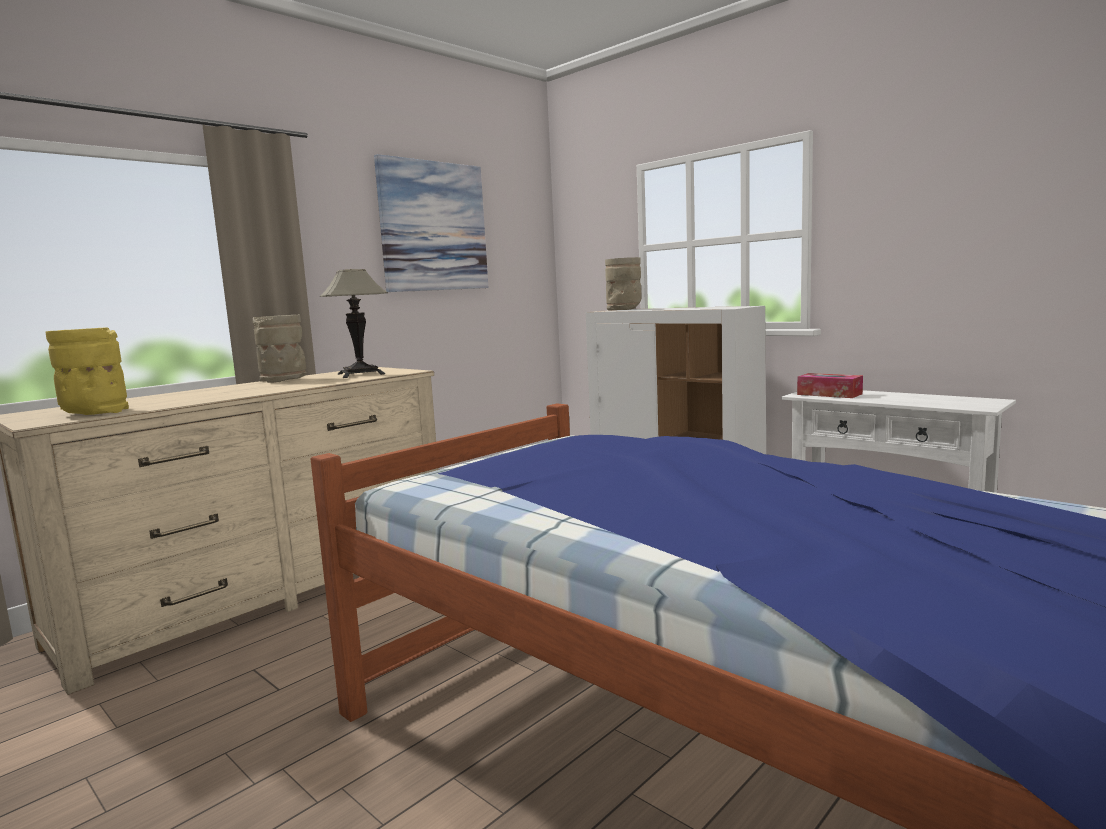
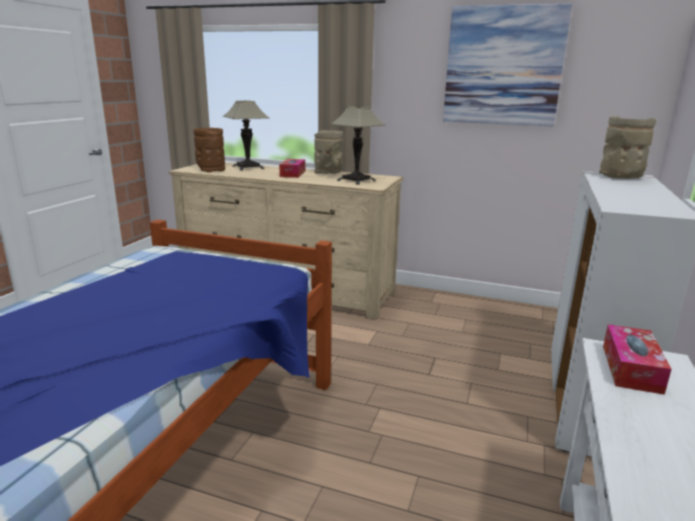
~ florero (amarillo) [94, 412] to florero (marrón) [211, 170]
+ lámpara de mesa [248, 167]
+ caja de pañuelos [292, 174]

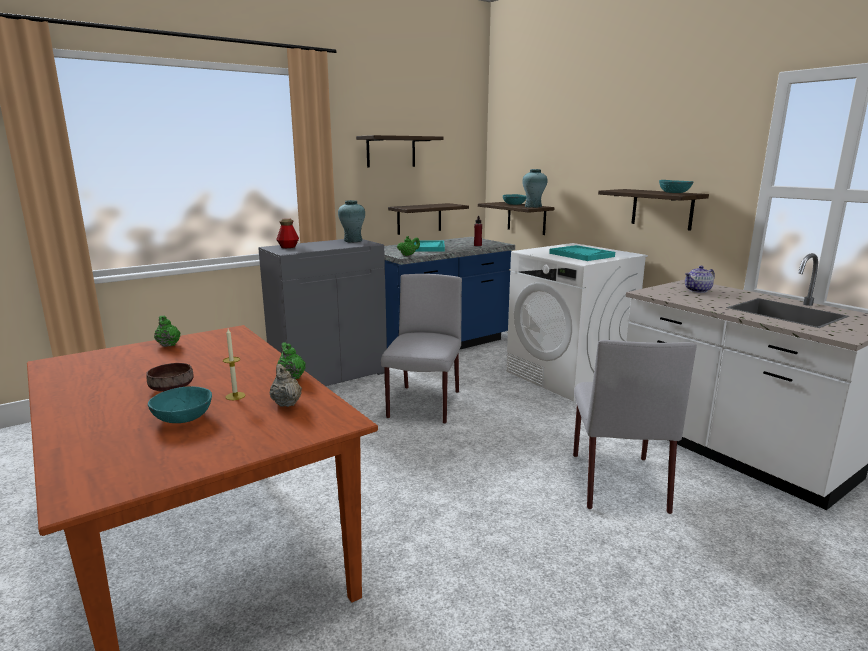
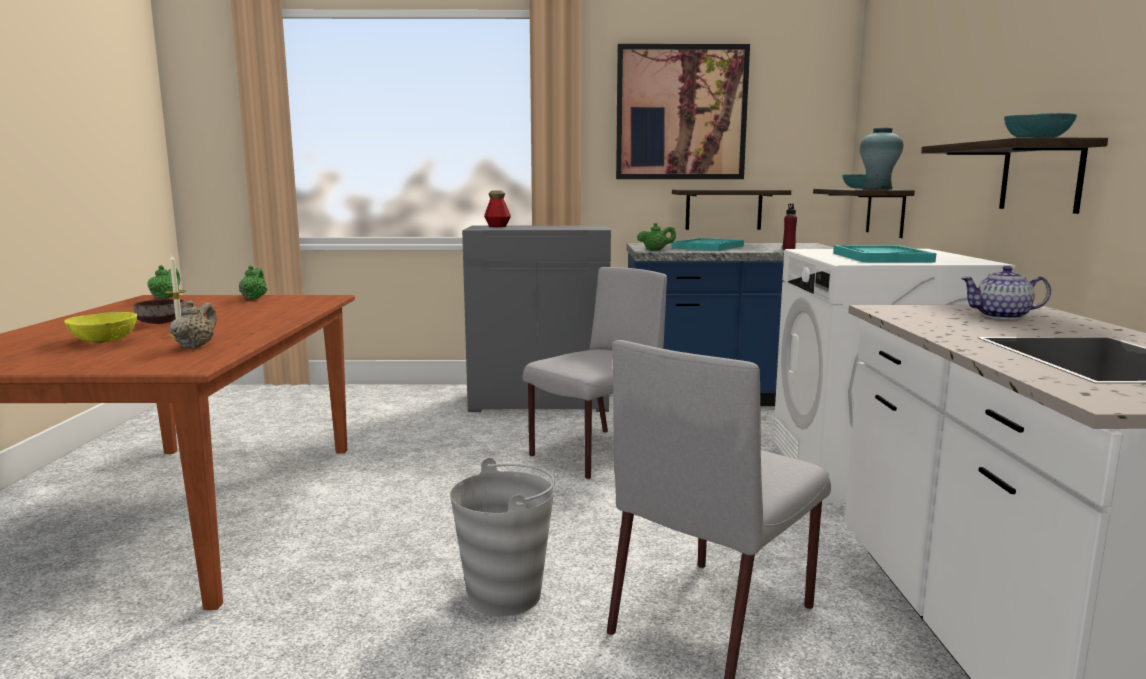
~ cuenco (turquesa) [182, 417] to cuenco (amarillo) [105, 340]
~ tetera (verde) [291, 377] to [165, 298]
+ cubo (gris) [505, 595]
~ estante [391, 152] to cuadro [681, 113]
- florero (turquesa) [353, 241]

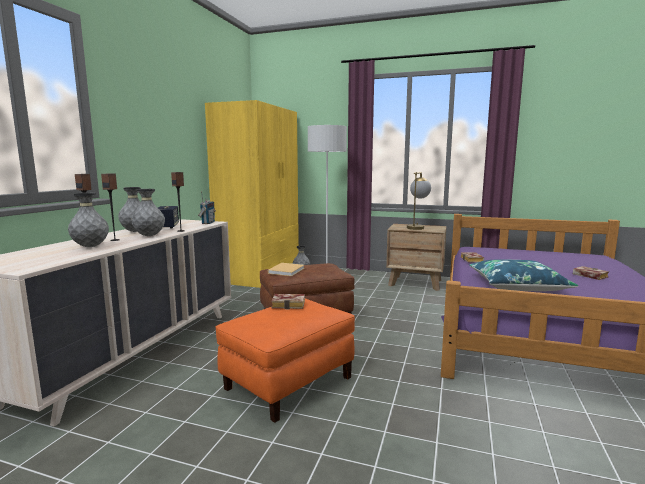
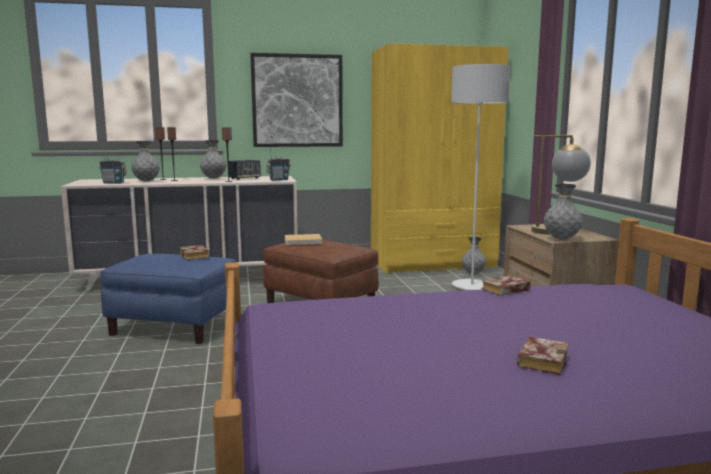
+ radio [113, 183]
~ puf (naranja) [288, 382] to puf (azul) [175, 326]
+ cuadro [297, 101]
~ florero (gris) [149, 236] to [561, 239]
- cojín (azul) [517, 286]

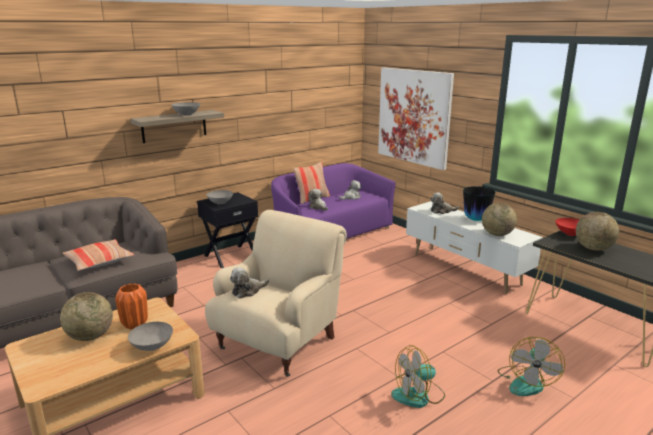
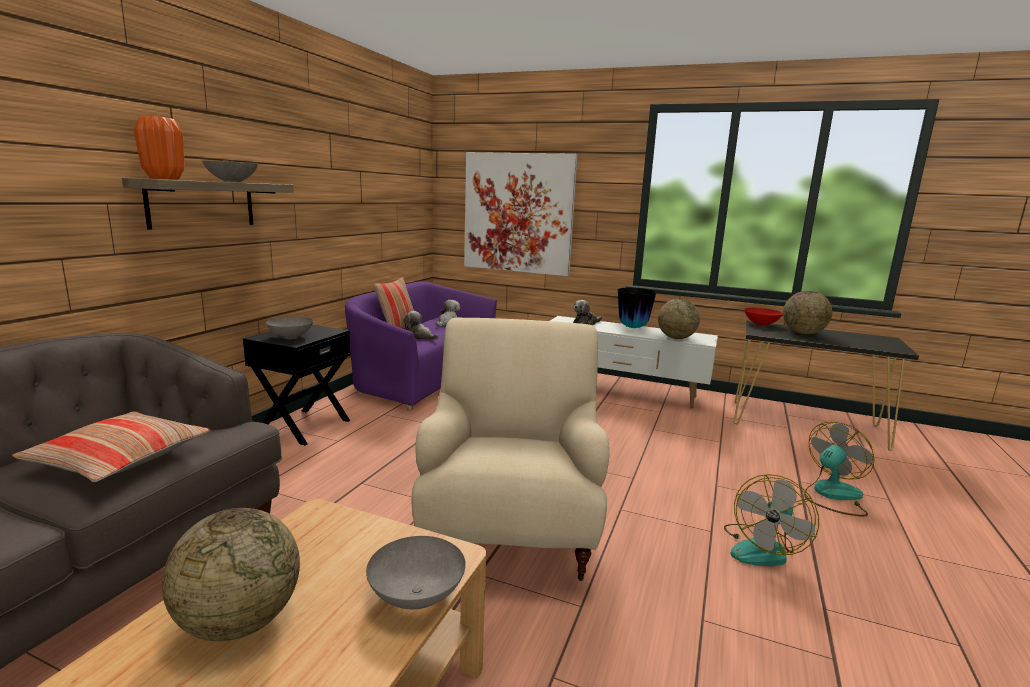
~ florero (naranja) [135, 325] to [165, 179]
~ ventilador [526, 382] = [832, 495] 120 degrees counterclockwise
- peluche [248, 291]

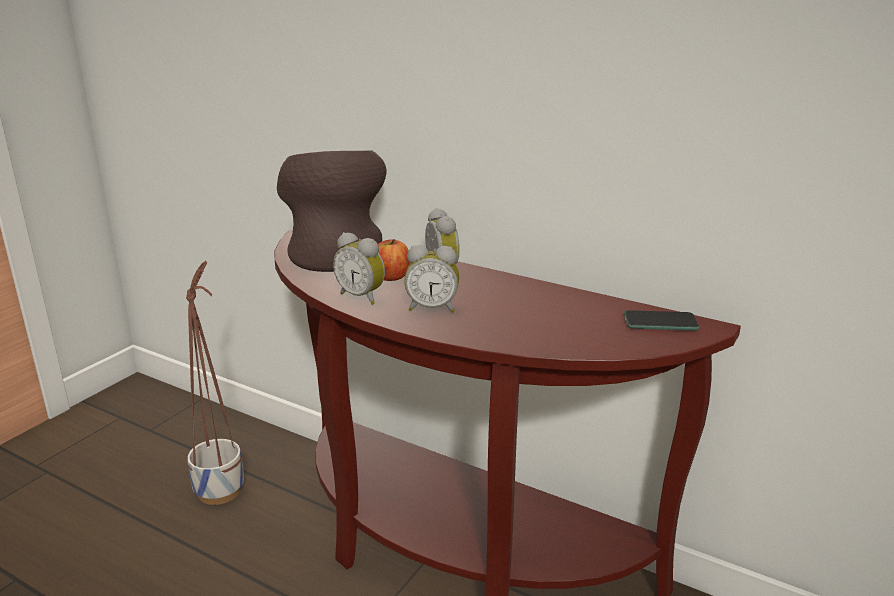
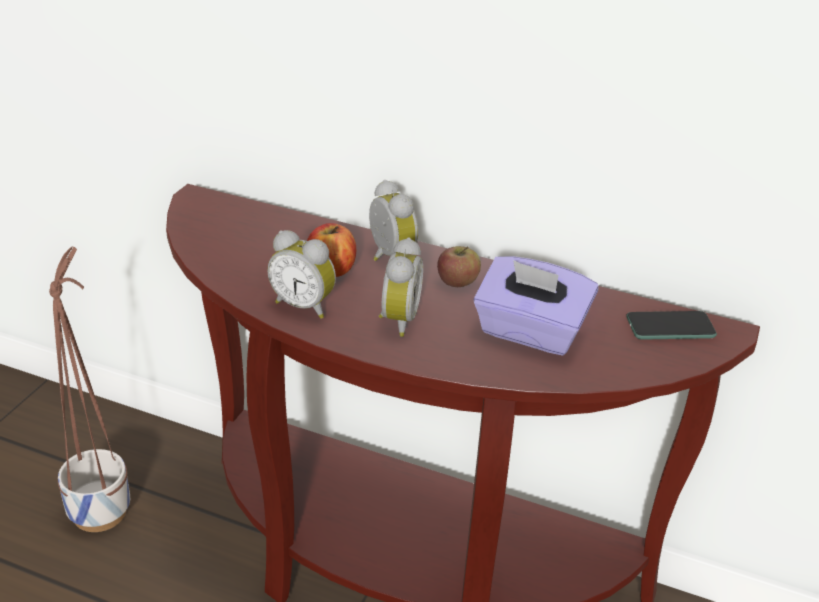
~ despertador [432, 308] = [397, 320] 75 degrees counterclockwise
+ manzana [457, 281]
+ caja de pañuelos (morado) [530, 332]
- florero (marrón) [334, 253]

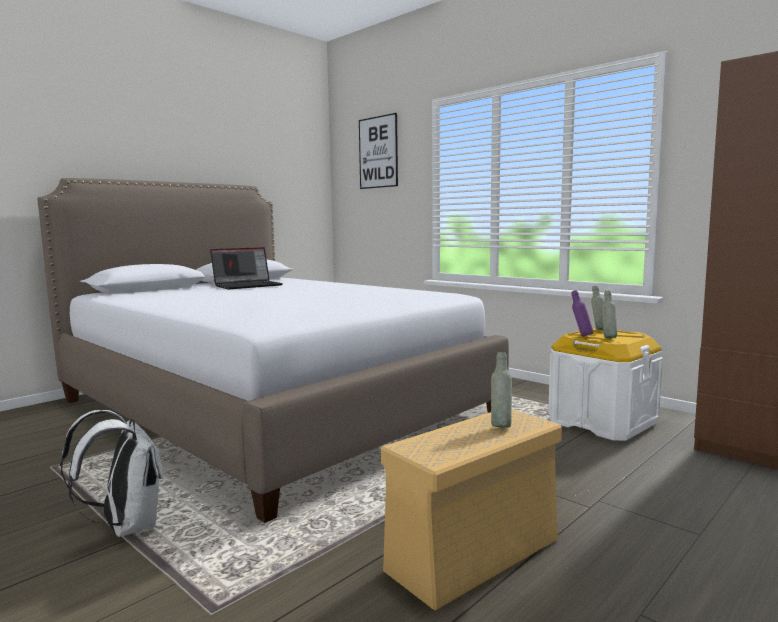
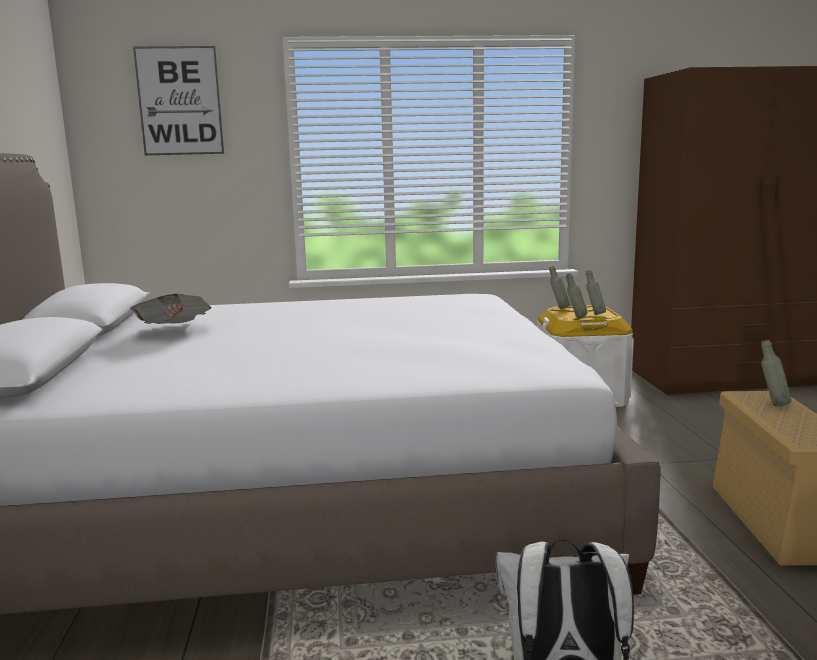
~ portátil [248, 285] to periódico [174, 331]
~ botella (morado) [581, 336] to botella (gris) [575, 317]

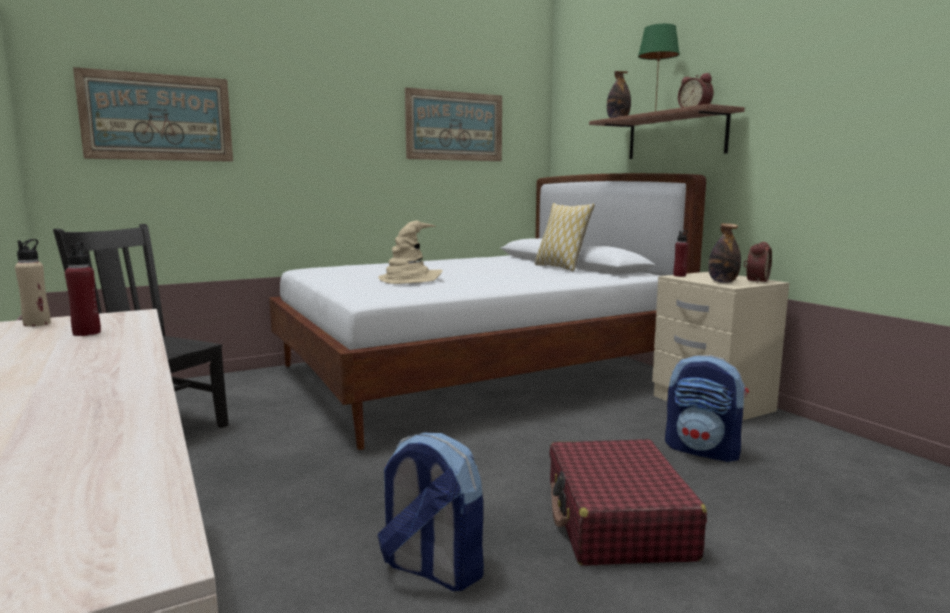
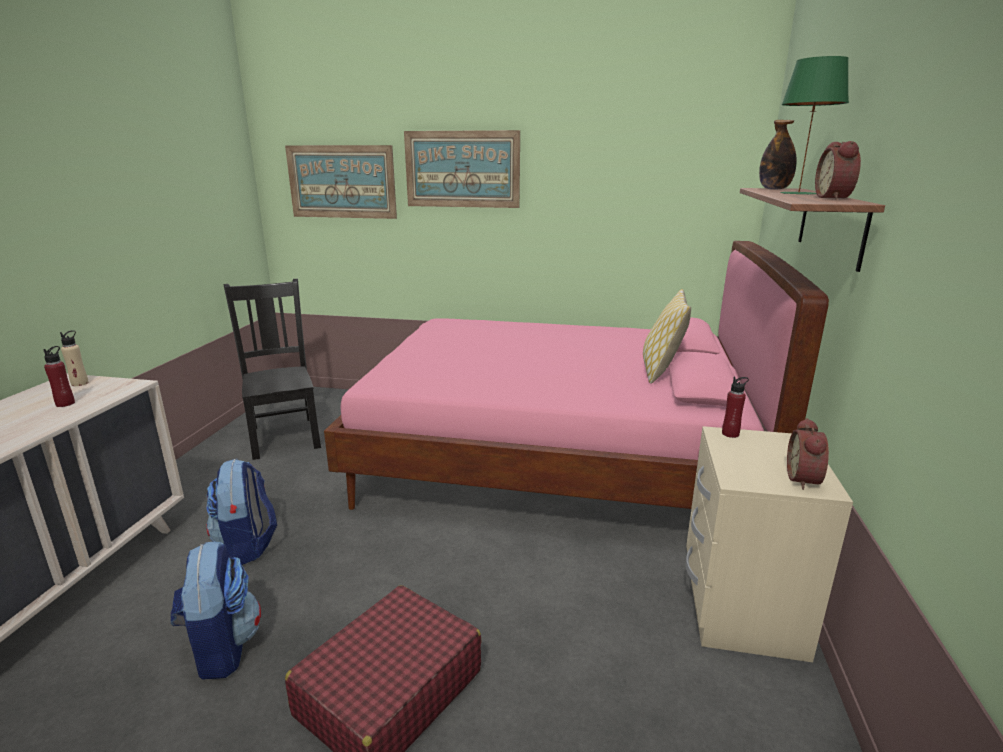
~ mochila [703, 450] to [247, 546]
~ cama (blanco) [475, 374] to cama (rosa) [556, 459]
~ cuadro [455, 126] to [462, 169]
~ despertador [755, 280] = [805, 480] 120 degrees clockwise
- sombrero (beis) [410, 279]
- botella [723, 282]

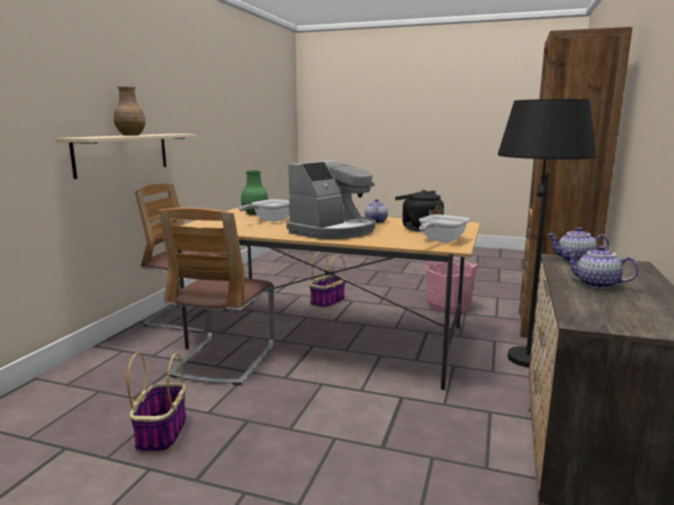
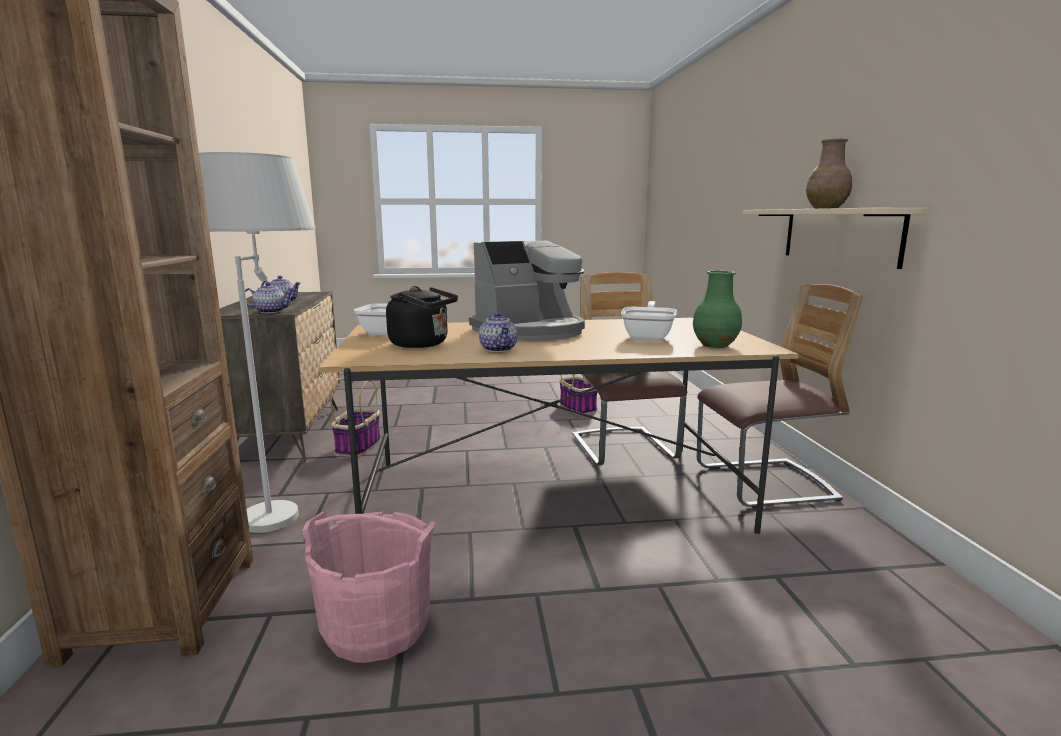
~ lámpara de pie (negro) [524, 368] to lámpara de pie (blanco) [284, 504]
~ cesta [327, 302] to [358, 446]
~ cafetera [333, 231] = [530, 331] 135 degrees counterclockwise

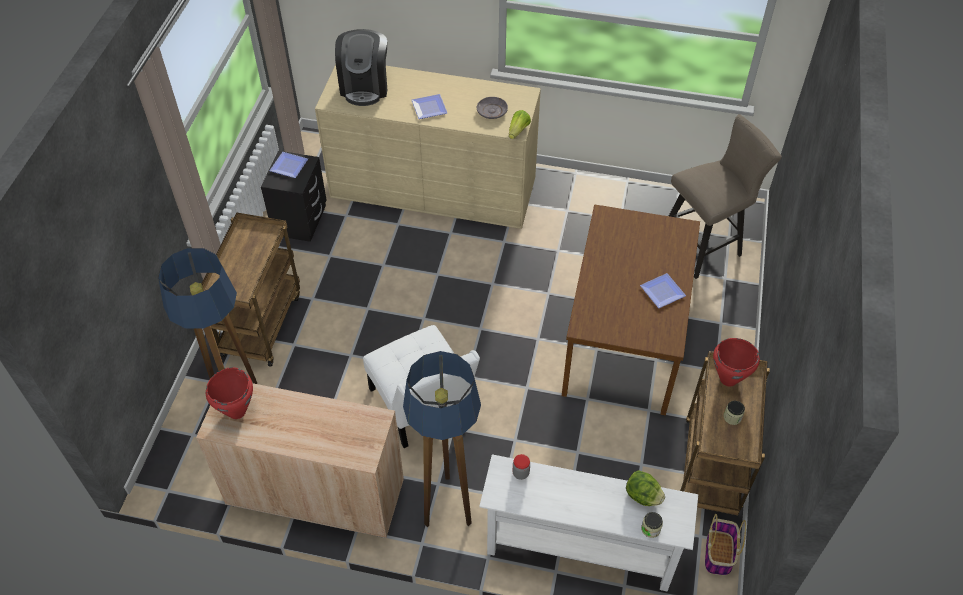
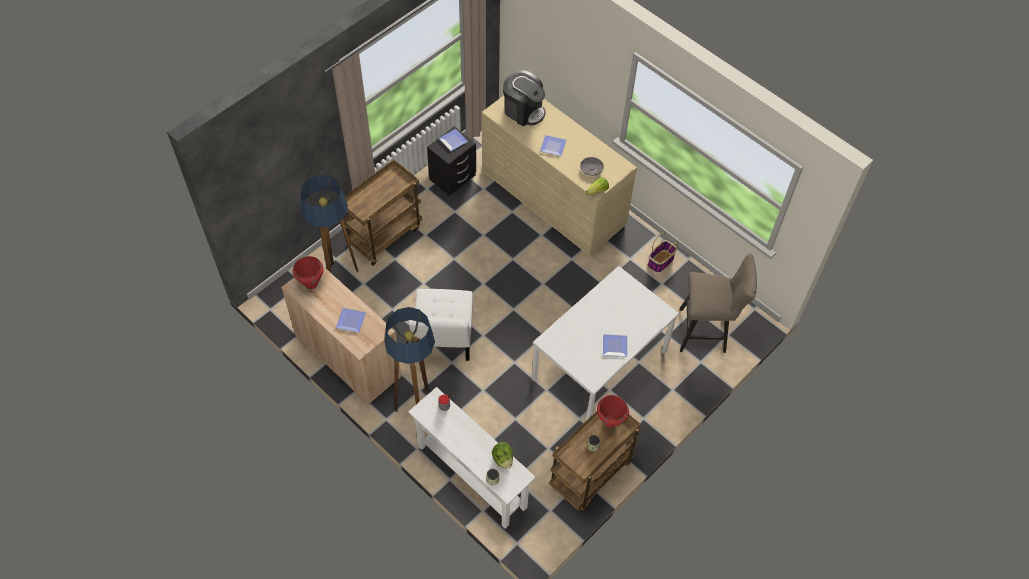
+ plato [350, 320]
~ cafetera [365, 86] = [523, 111] 90 degrees counterclockwise
~ mesa de comedor (marrón) [623, 338] to mesa de comedor (blanco) [599, 364]
~ cesta [719, 554] to [660, 262]

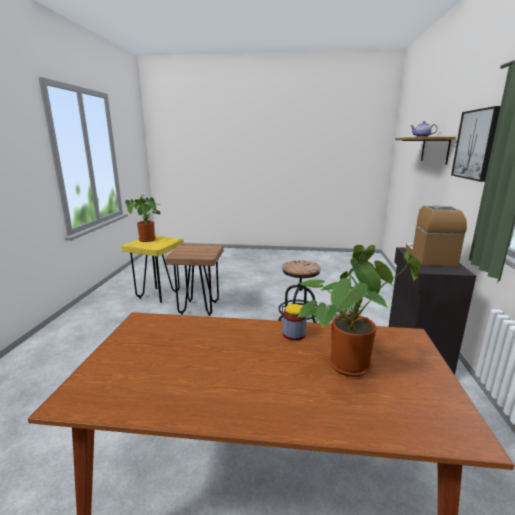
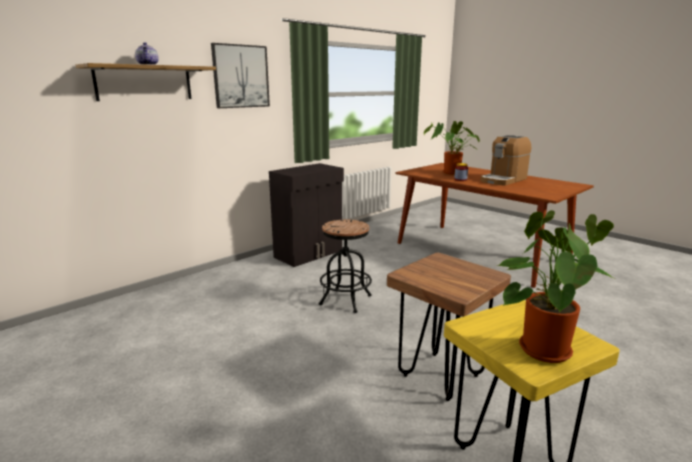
~ cafetera [429, 257] to [503, 180]

